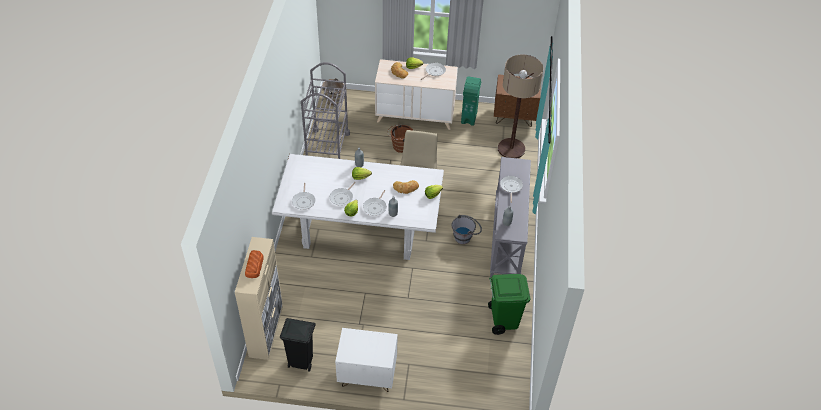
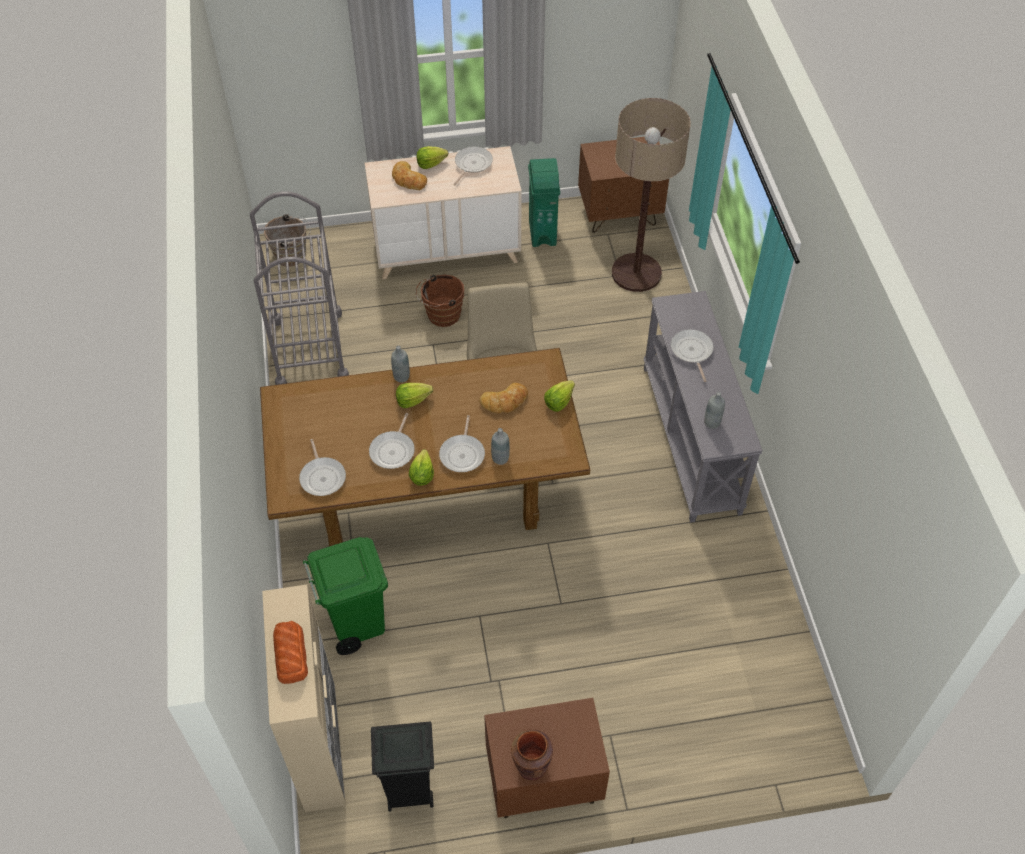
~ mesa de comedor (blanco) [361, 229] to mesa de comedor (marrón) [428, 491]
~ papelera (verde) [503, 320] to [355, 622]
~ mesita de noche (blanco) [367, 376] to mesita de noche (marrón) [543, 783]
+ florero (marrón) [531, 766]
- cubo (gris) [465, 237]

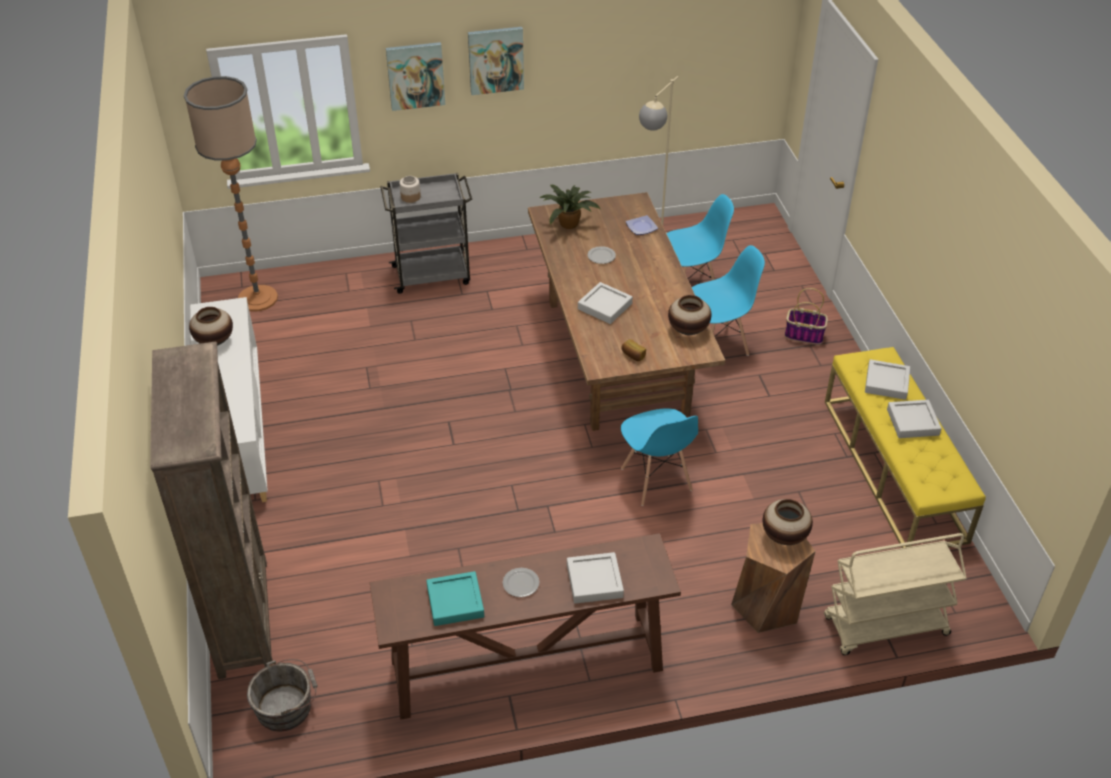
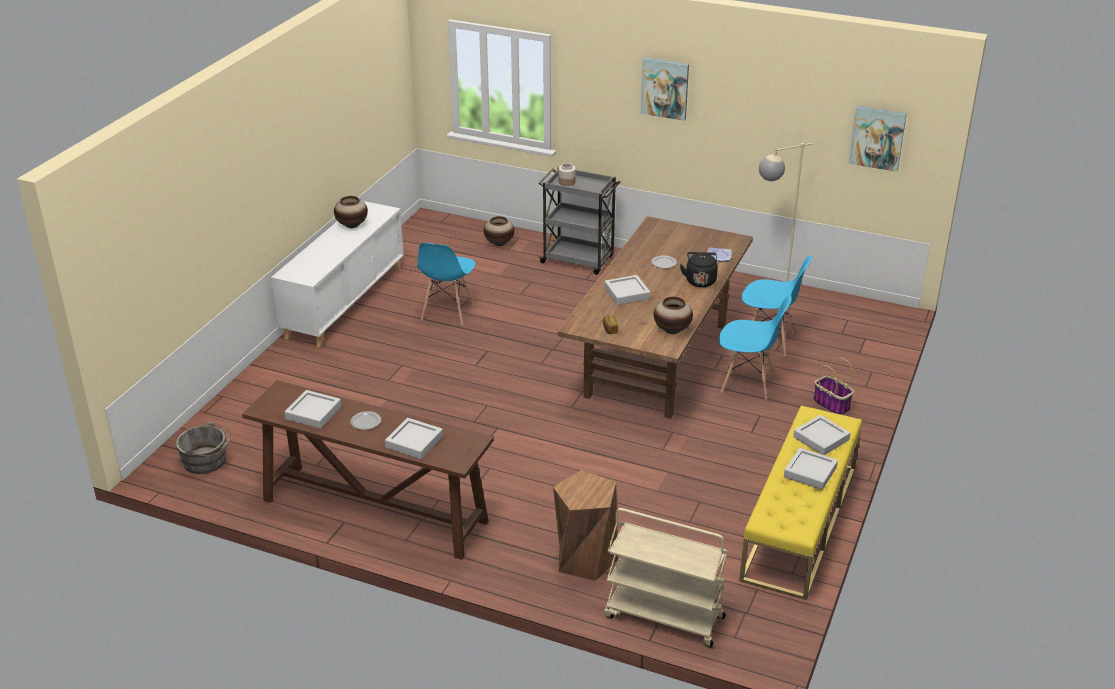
~ bandeja (turquesa) [455, 602] to bandeja (gris) [313, 413]
~ silla (azul) [656, 480] to [447, 312]
~ florero [784, 536] to [499, 243]
+ hervidor (negro) [700, 280]
~ cuadro [415, 75] to [877, 138]
- estantería (marrón) [243, 617]
- lámpara de pie [258, 298]
- planta en maceta [568, 222]

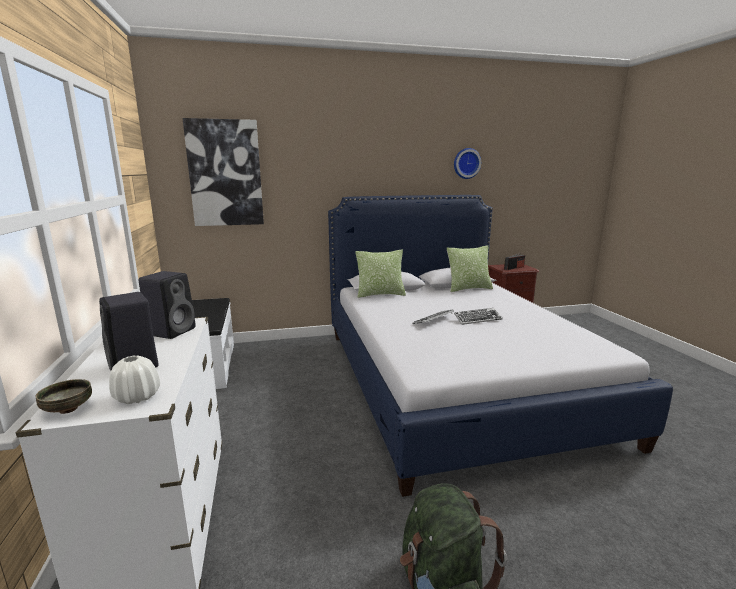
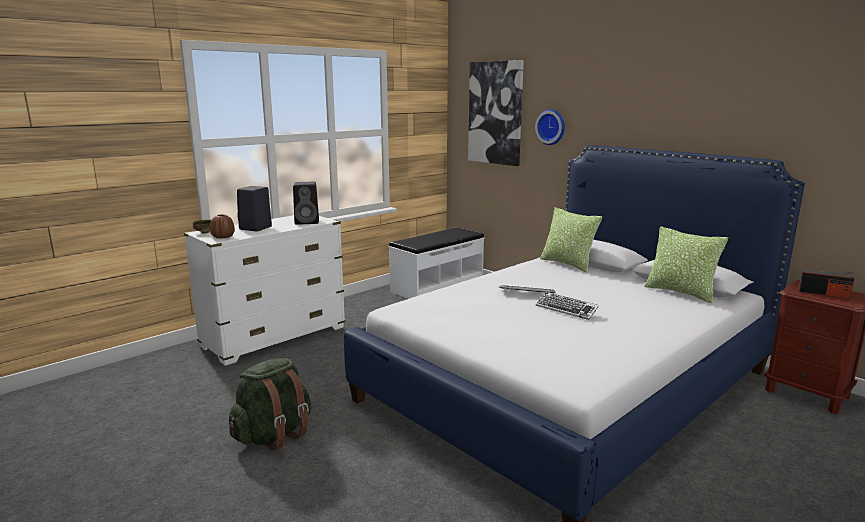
~ florero (blanco) [137, 397] to florero (marrón) [223, 237]
~ reloj de pared [466, 163] to [551, 127]

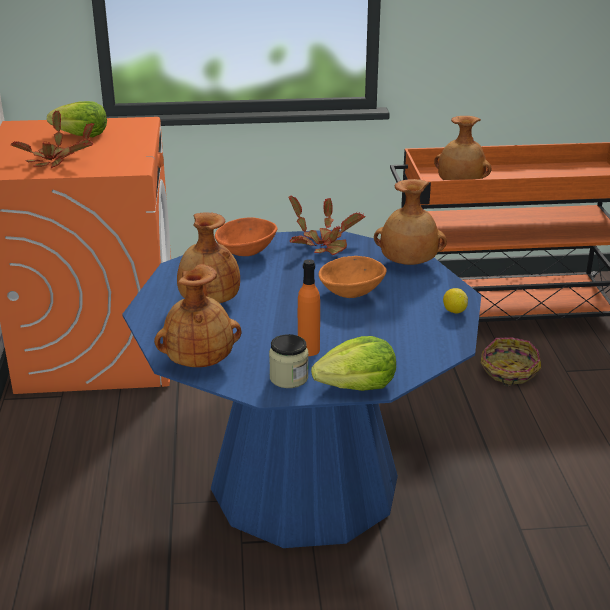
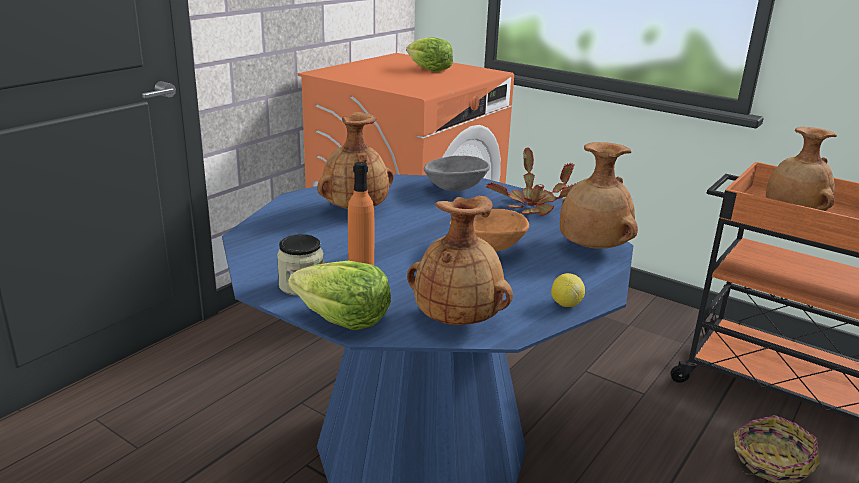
~ florero (marrón) [199, 361] to [458, 319]
~ cuenco (naranja) [247, 252] to cuenco (gris) [455, 189]
- planta en maceta [56, 160]

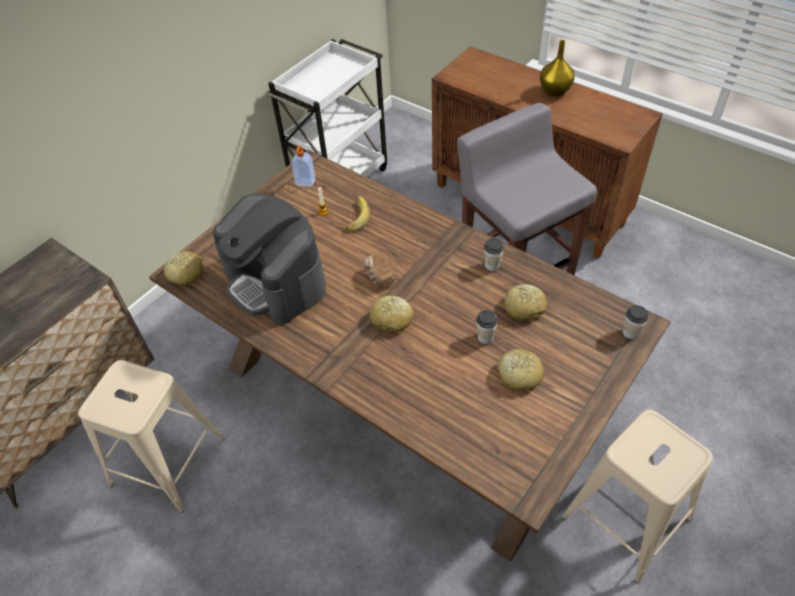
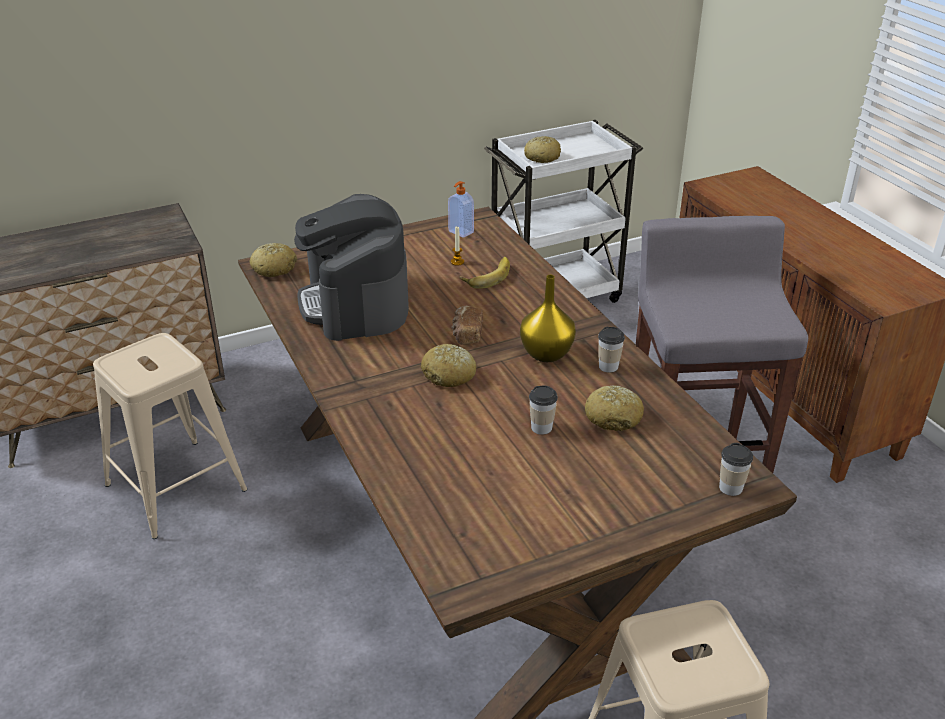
~ florero (amarillo) [555, 91] to [547, 354]
~ pan [519, 374] to [542, 157]

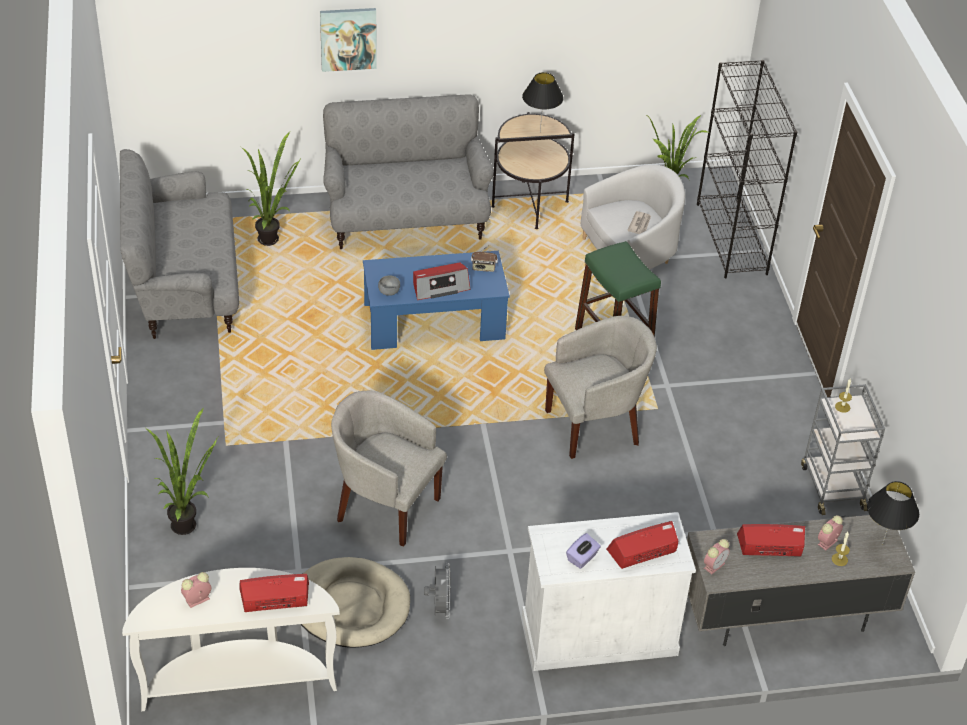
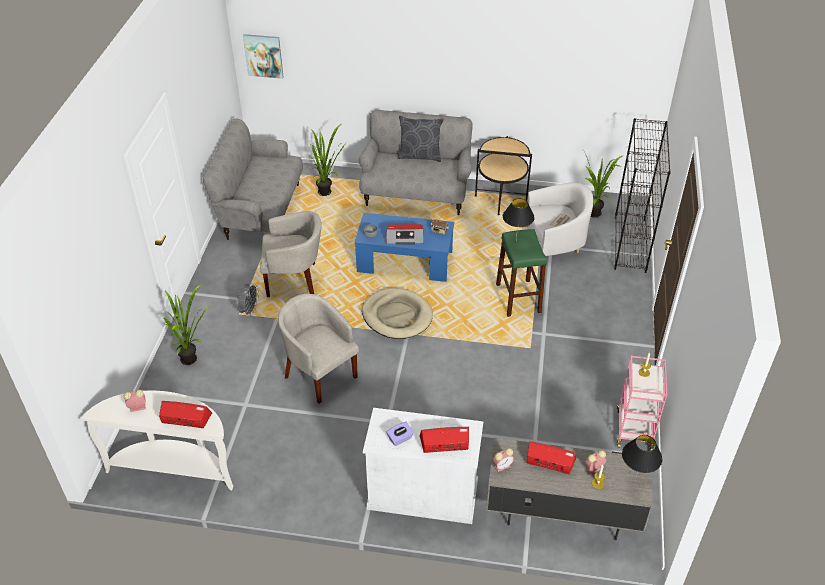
~ ventilador (gris) [439, 607] to [249, 310]
~ cuadro [348, 38] to [263, 55]
~ sillón (beis) [595, 425] to [294, 281]
~ cama para perro (beis) [351, 606] to [397, 316]
+ cojín (gris) [419, 156]
~ lámpara de mesa (negro) [540, 132] to [515, 242]
~ carrito (gris) [832, 486] to carrito (rosa) [634, 429]

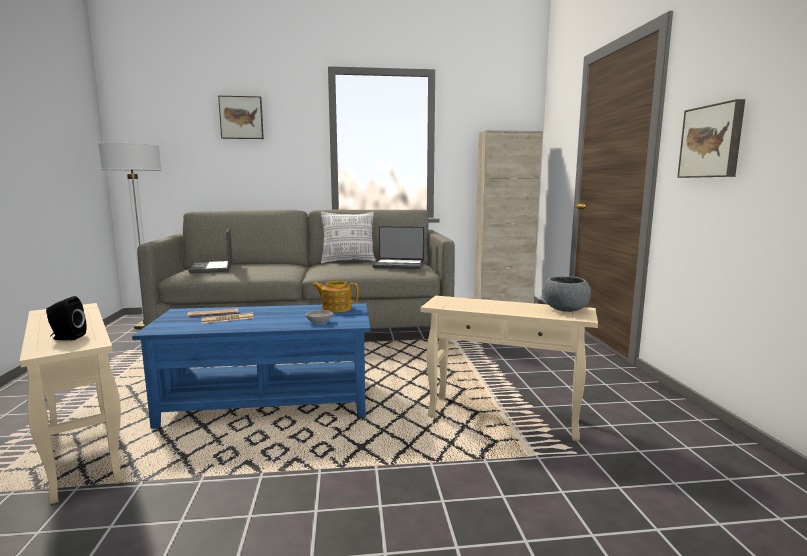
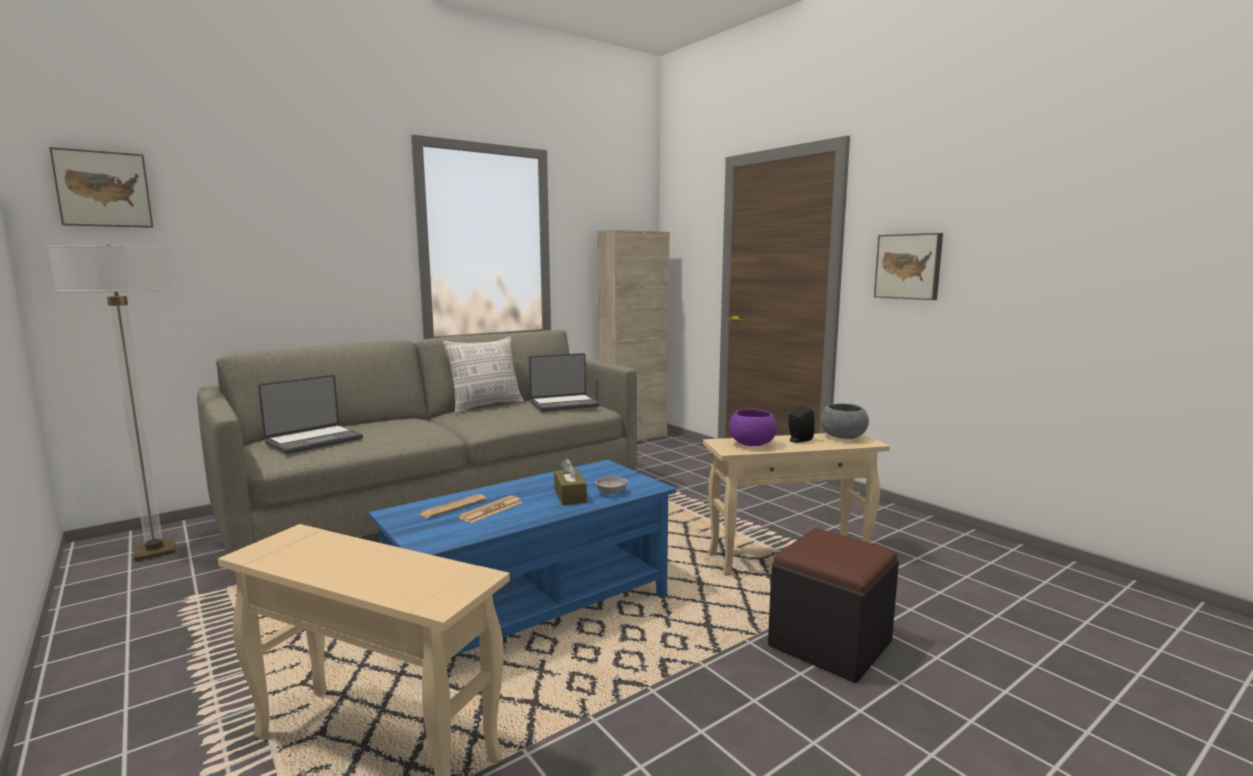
~ cuadro [241, 118] to [103, 189]
~ portátil [213, 268] = [313, 440] 90 degrees counterclockwise
+ caja de pañuelos (marrón) [570, 496]
+ cuenco (morado) [752, 444]
+ puf (negro) [830, 643]
~ altavoz (negro) [66, 338] to [798, 440]
- tetera [336, 308]

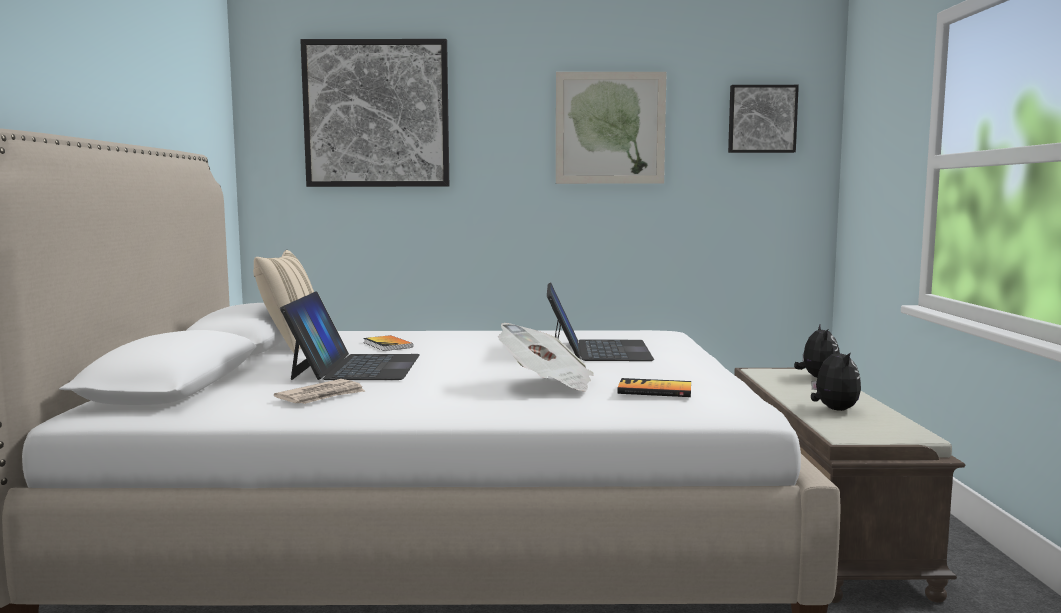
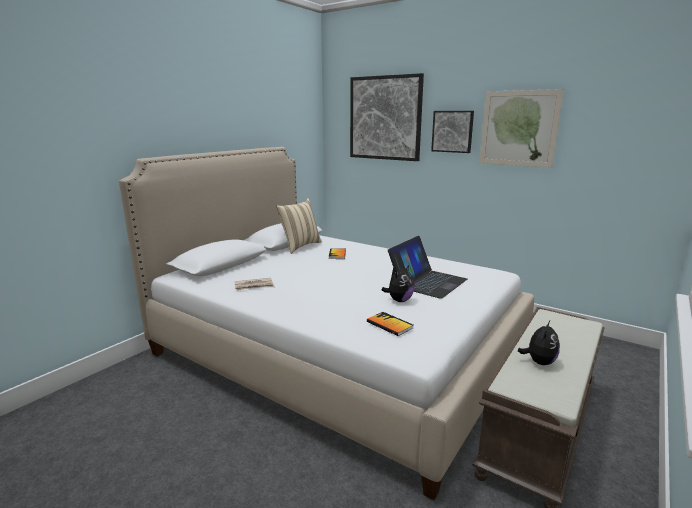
~ peluche [817, 378] to [399, 300]
~ cuadro [761, 119] to [452, 131]
- portátil [356, 367]
- periódico [547, 383]

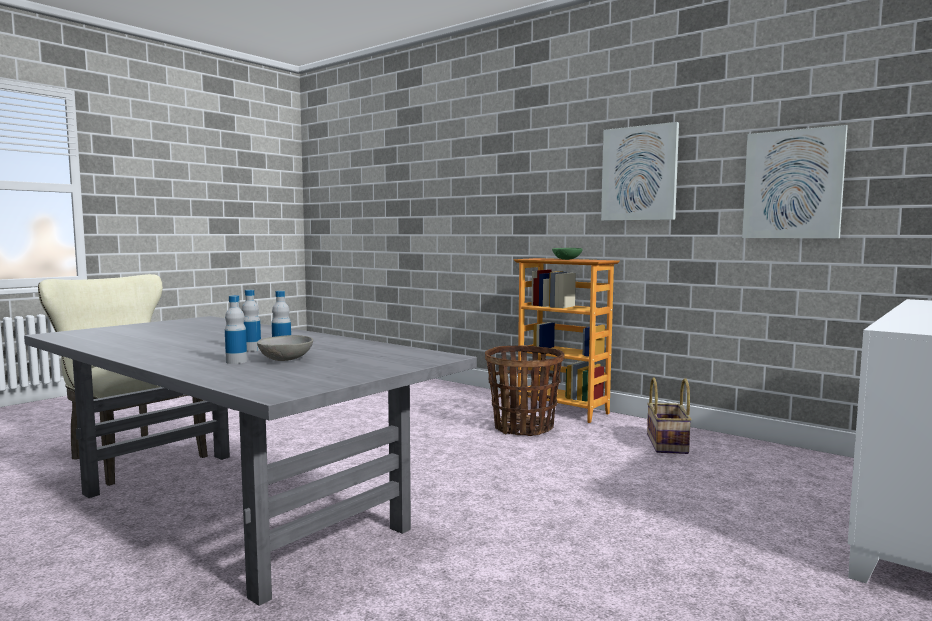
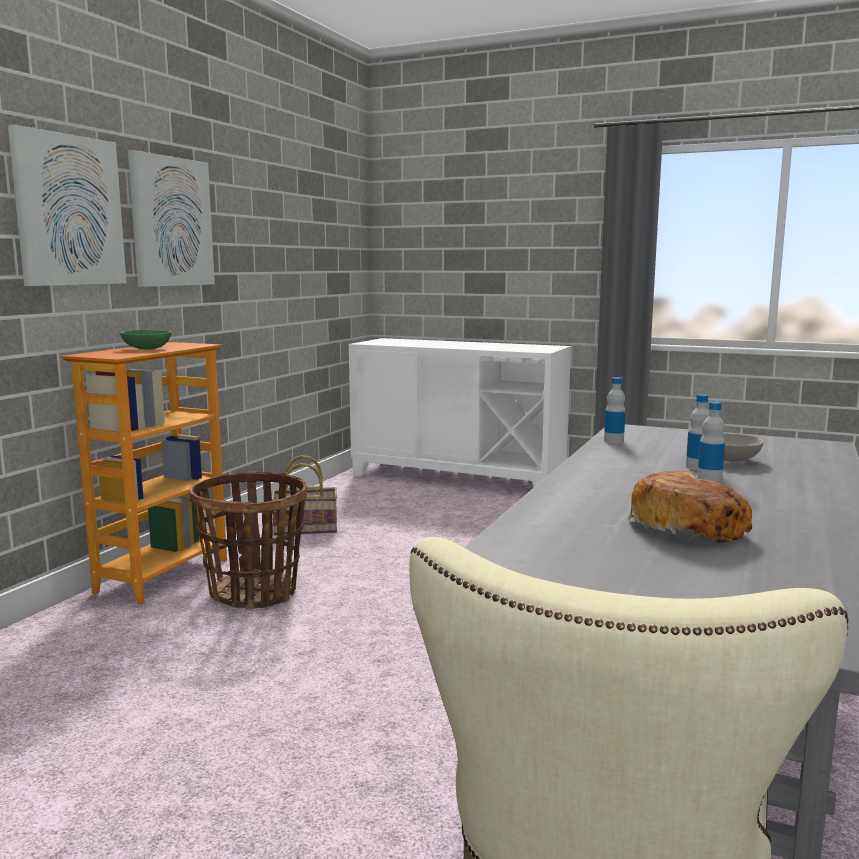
~ cuadro [793, 184] to [68, 210]
~ botella [236, 361] to [613, 441]
+ pan [688, 527]

